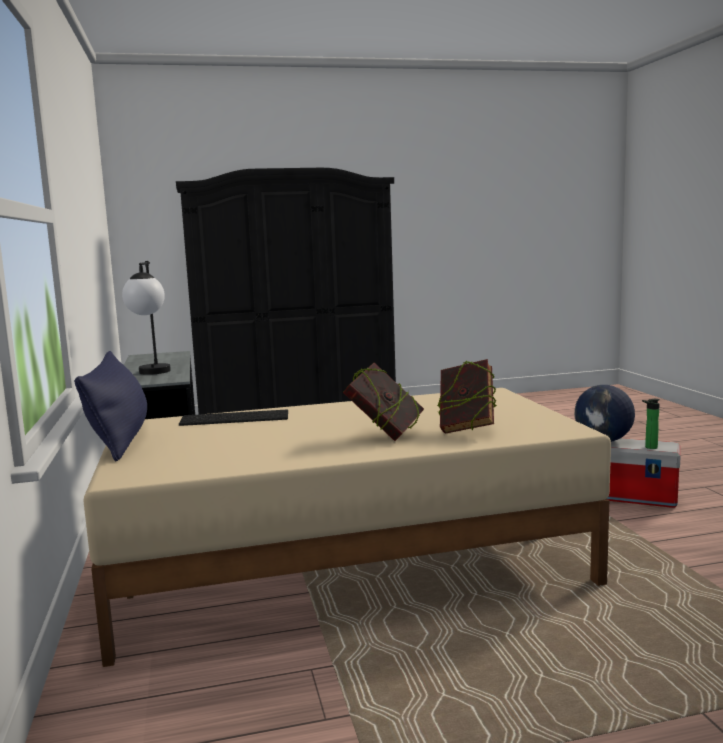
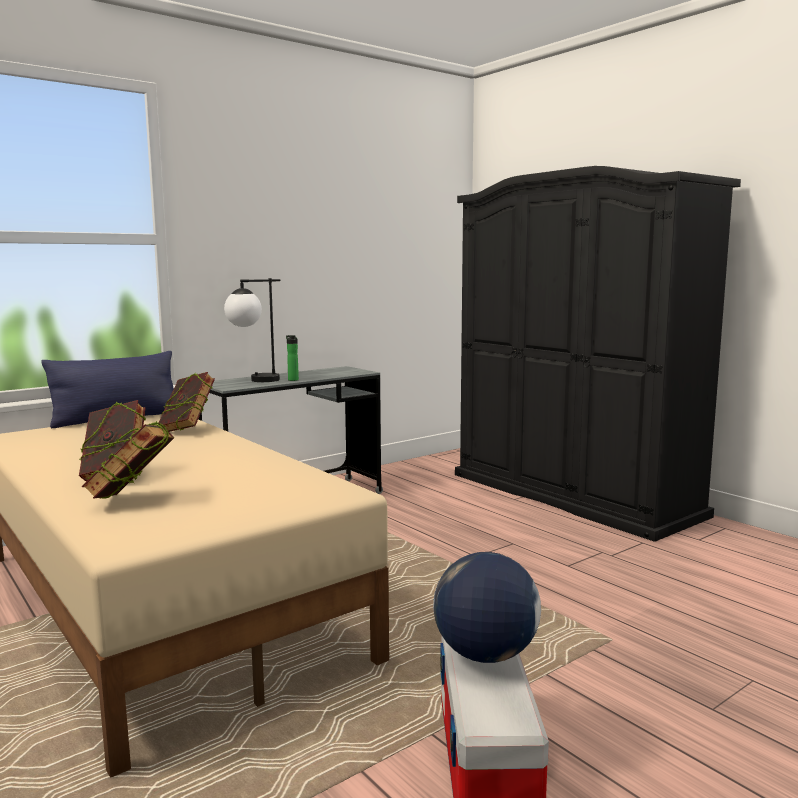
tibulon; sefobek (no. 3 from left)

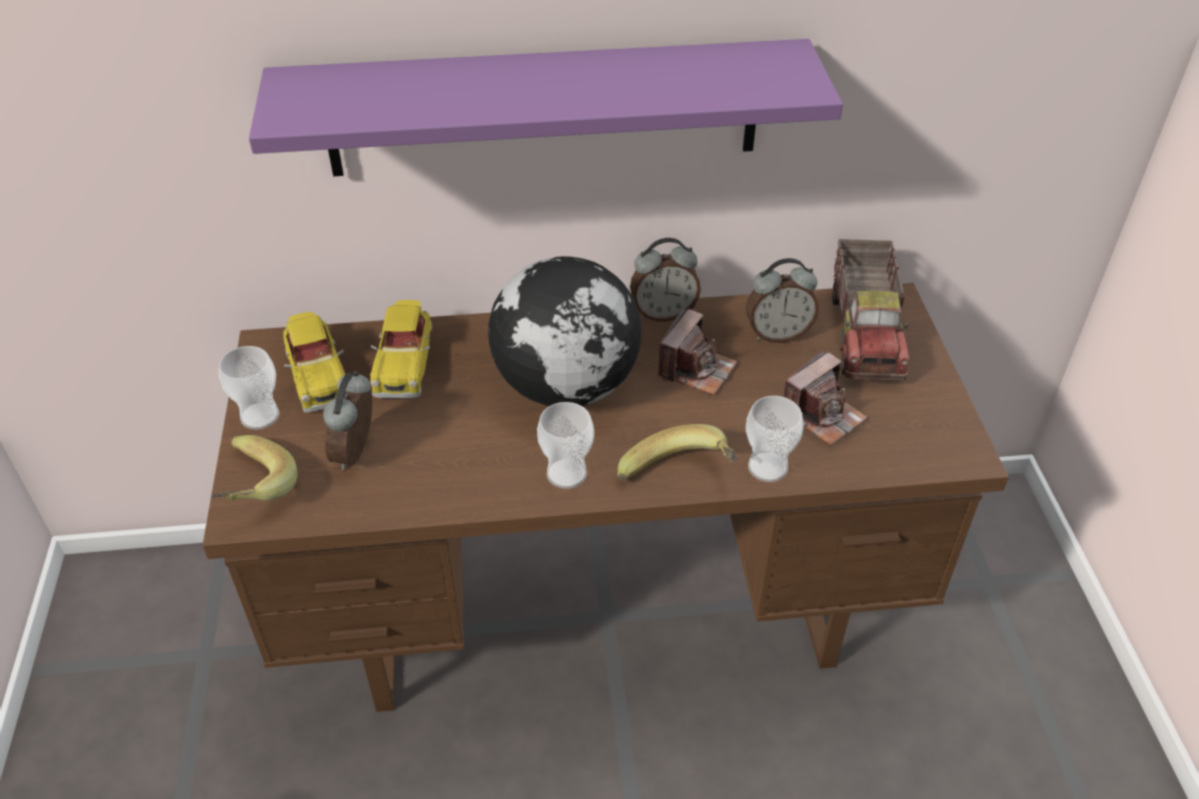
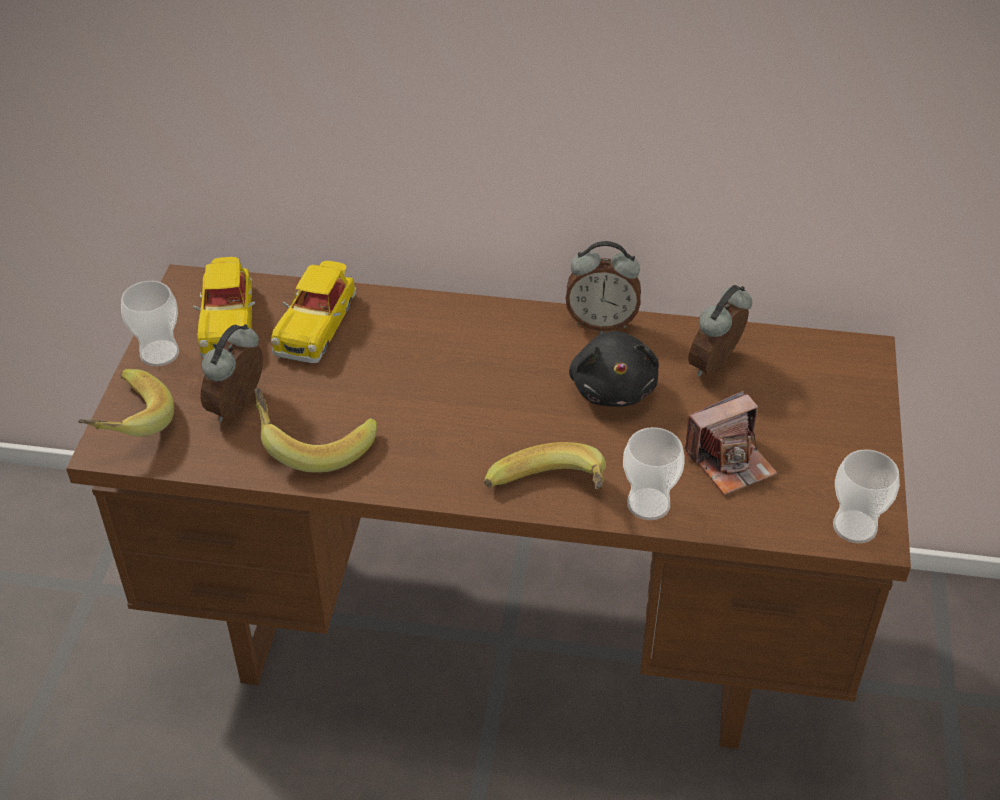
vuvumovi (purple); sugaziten; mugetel; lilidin (no. 3 from left); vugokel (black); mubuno (no. 3 from left); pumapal (no. 2 from left)

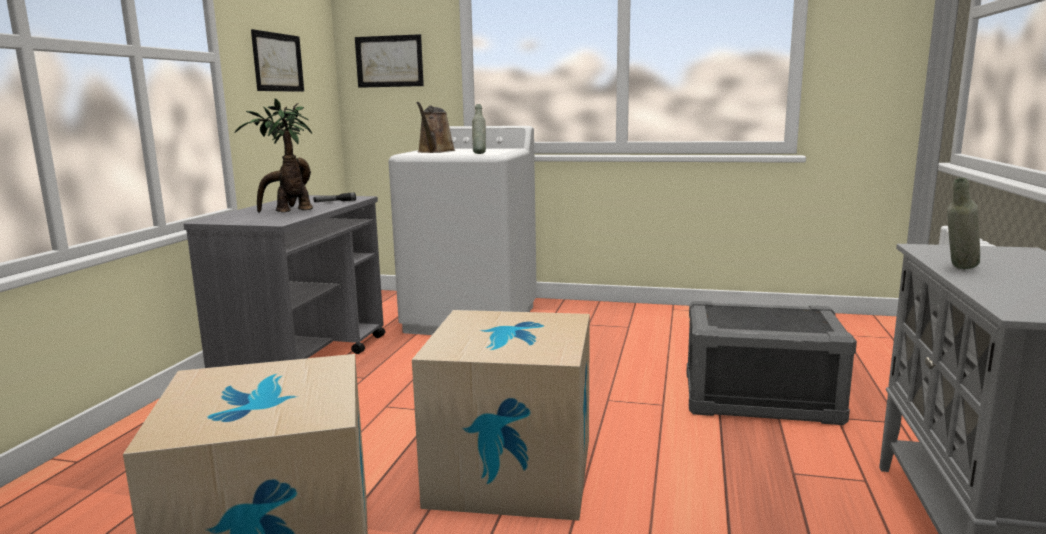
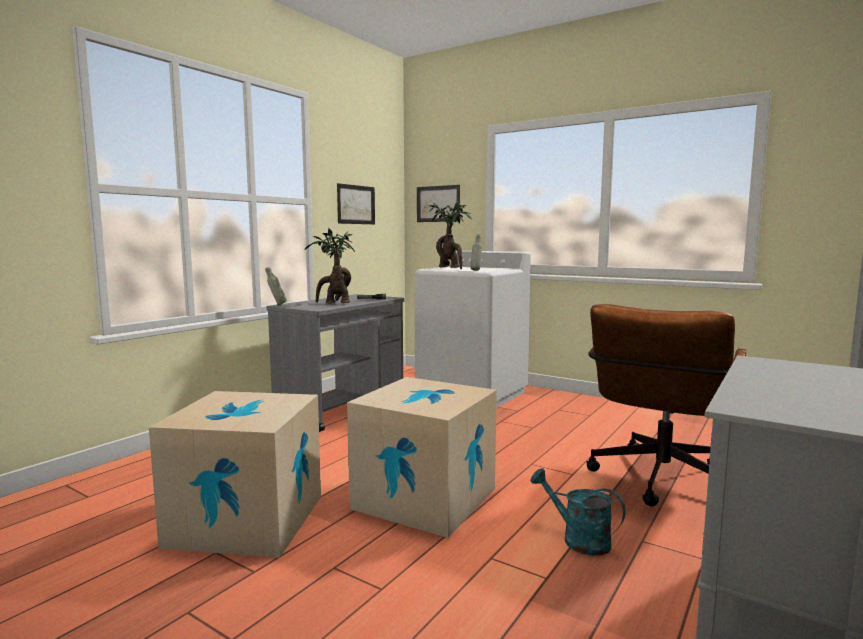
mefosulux (no. 2 from left); tibulon (grey) (no. 1 from left); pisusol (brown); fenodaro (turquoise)

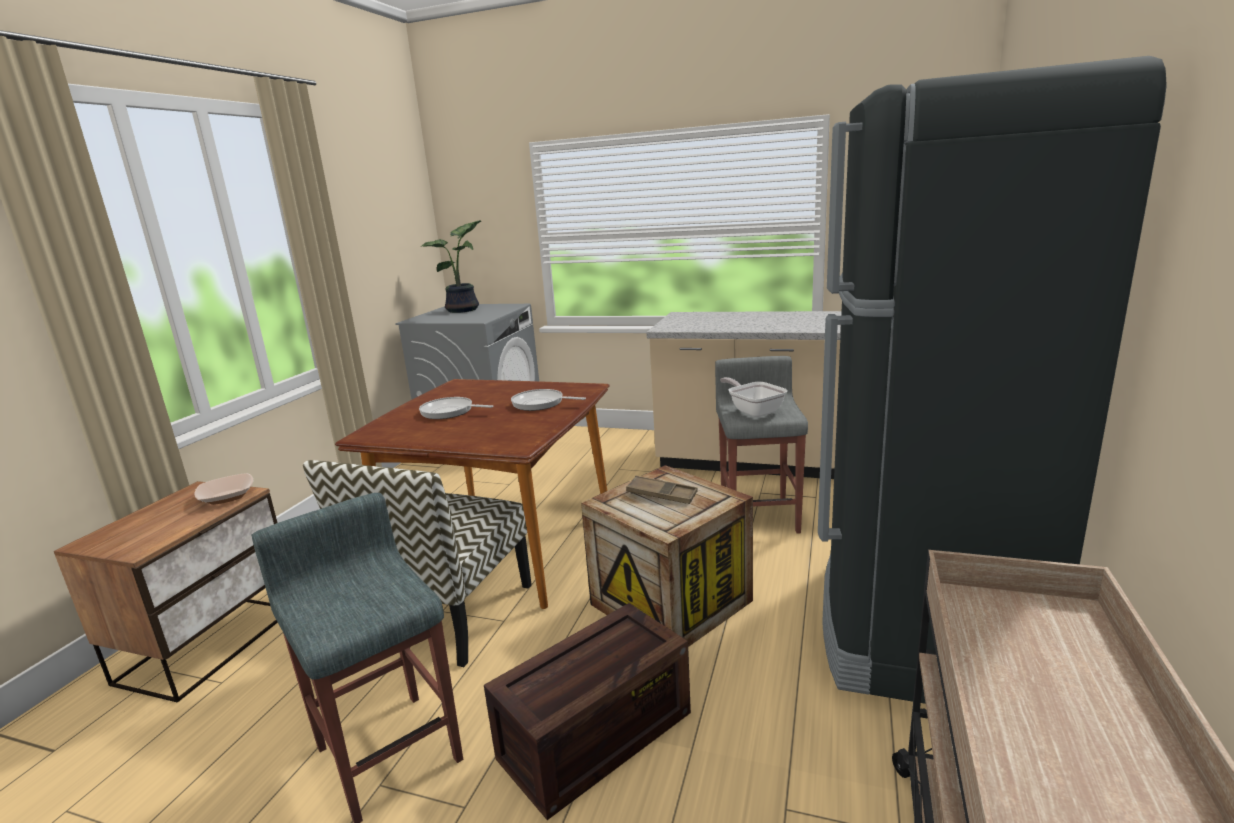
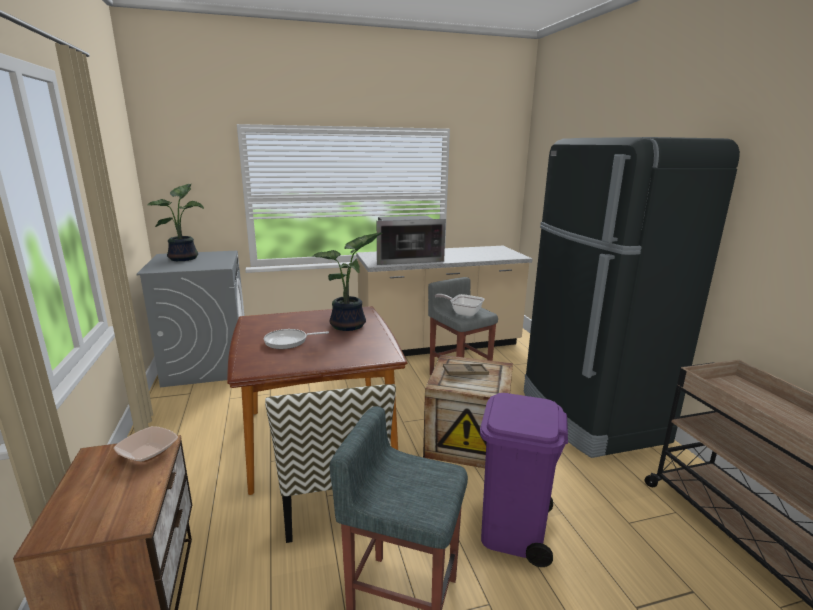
mefosulux (no. 2 from left); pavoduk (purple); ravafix

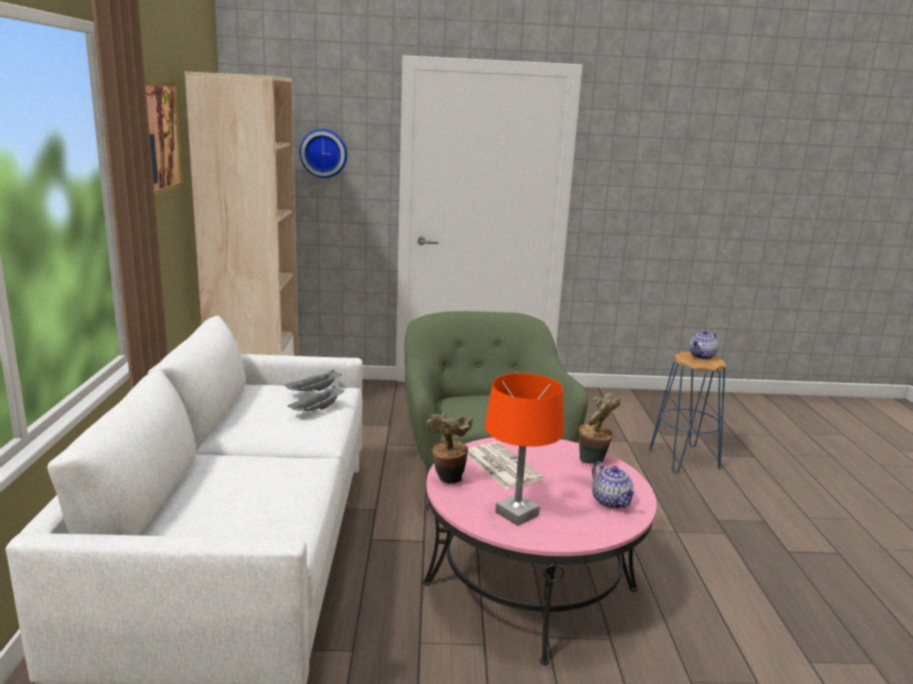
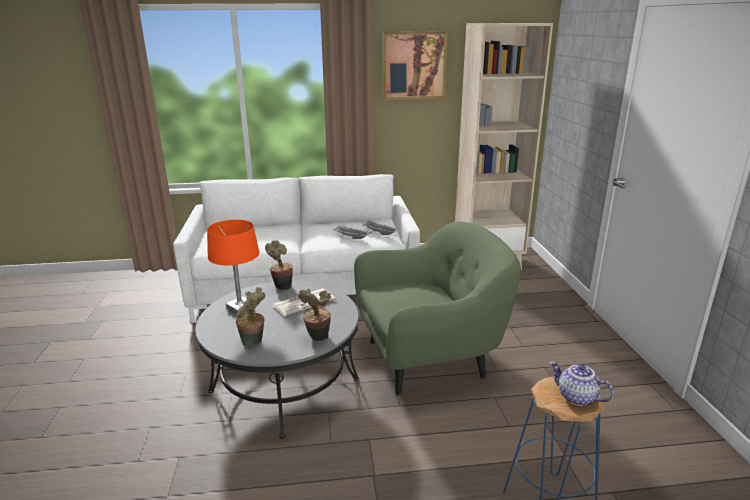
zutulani; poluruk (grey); mefosulux (no. 1 from left)

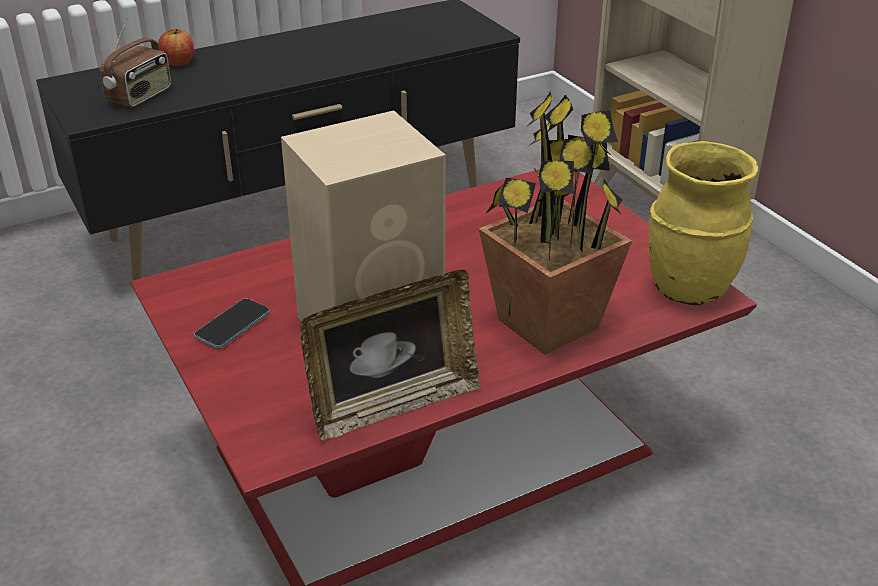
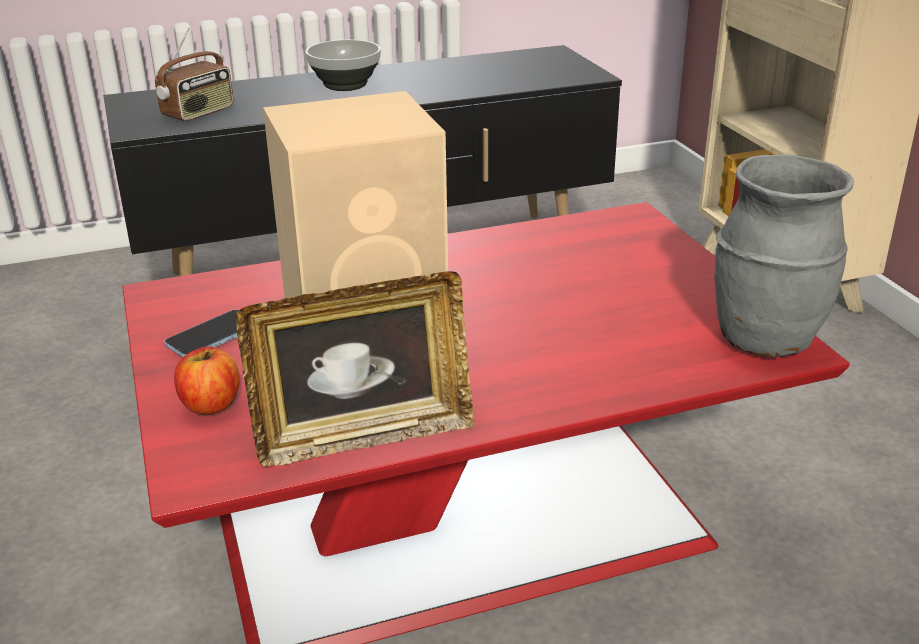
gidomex; mefosulux; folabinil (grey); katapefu

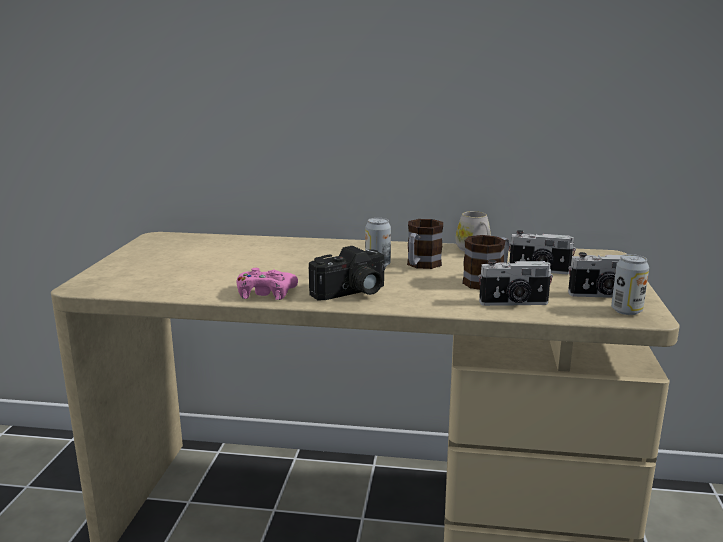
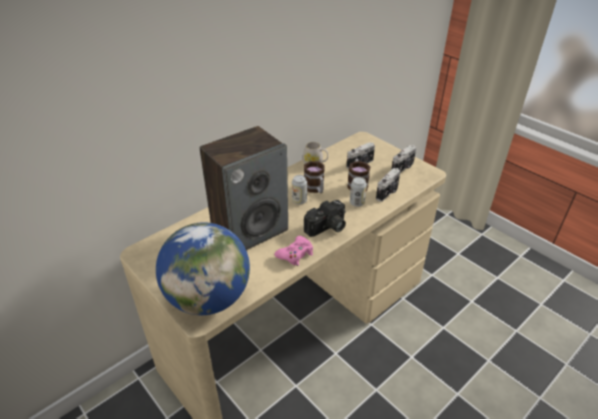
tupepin (no. 1 from left); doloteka (no. 2 from left); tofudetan; mugetel

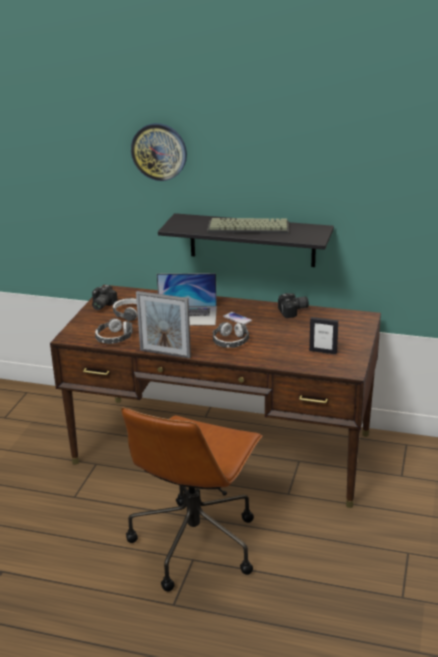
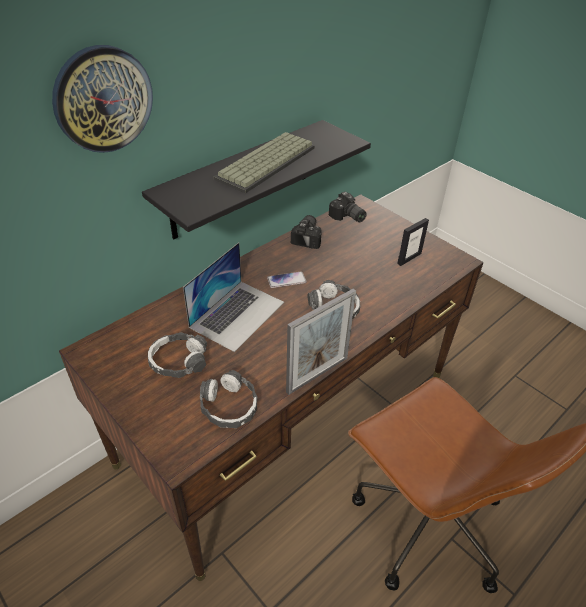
tupepin (no. 2 from left)

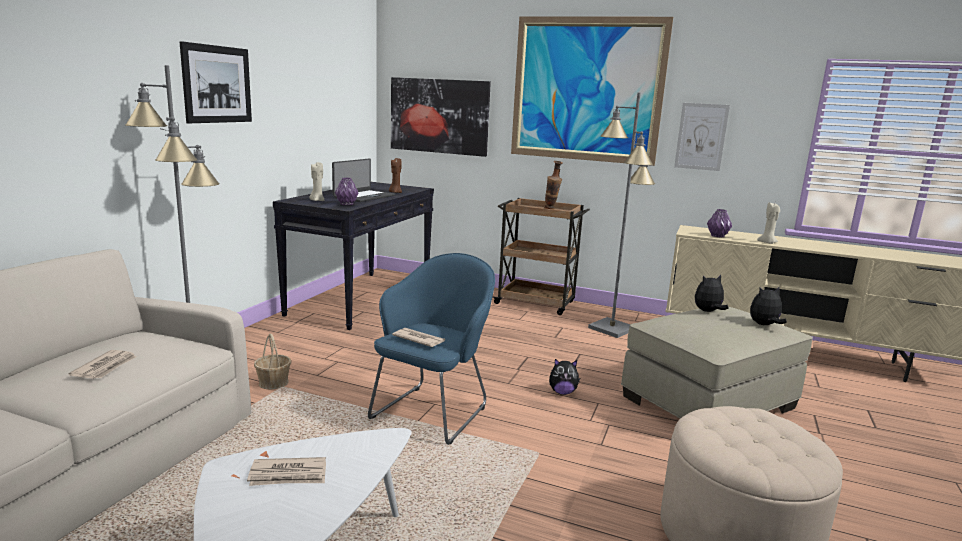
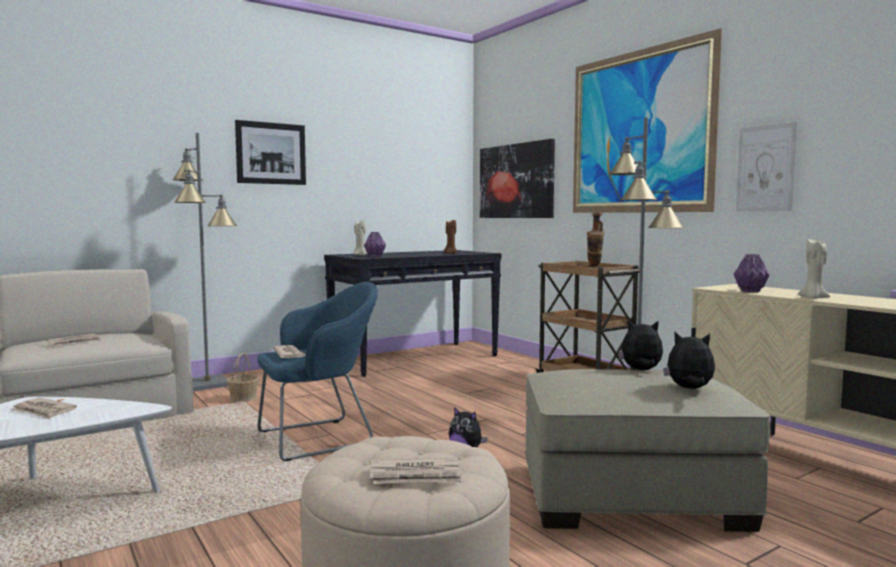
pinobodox; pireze (no. 4 from left)

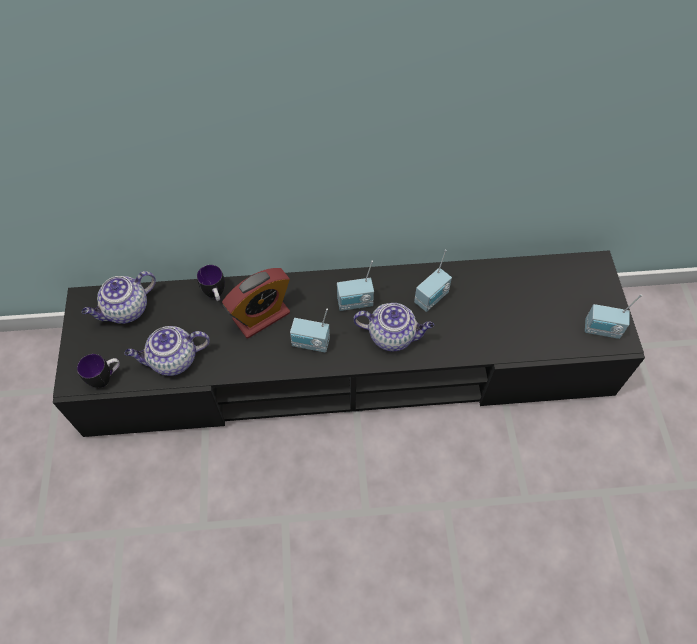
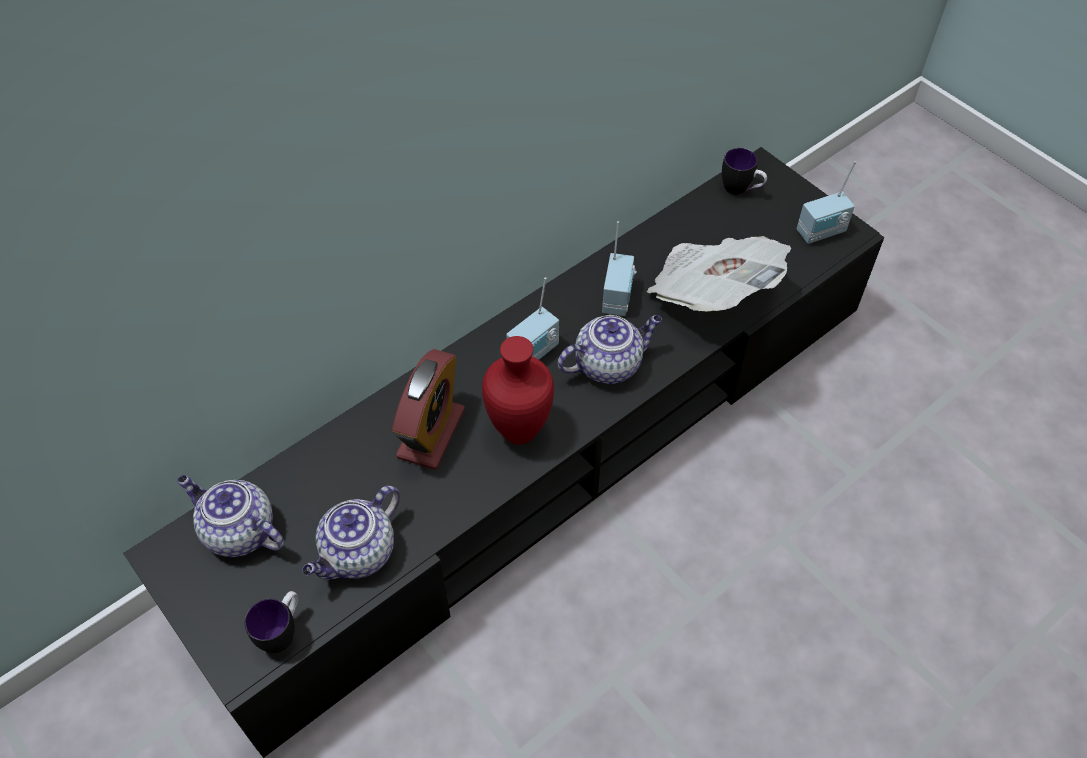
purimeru (no. 2 from left); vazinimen (no. 1 from left); folabinil (red); pireze

